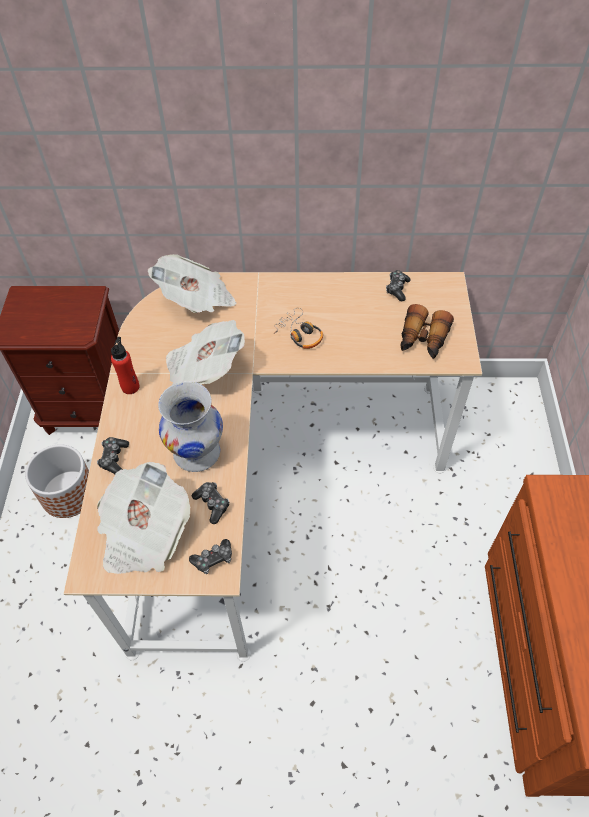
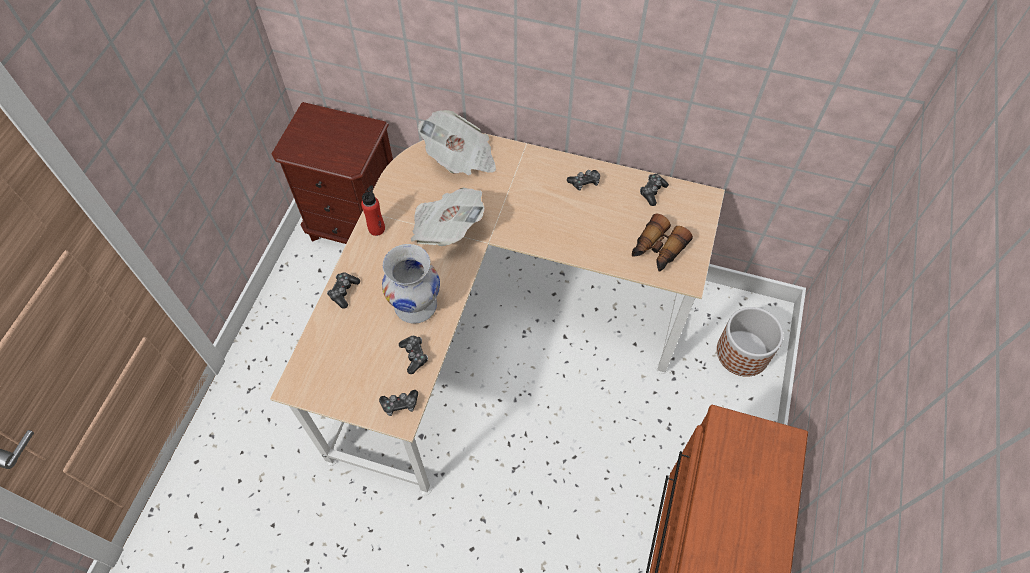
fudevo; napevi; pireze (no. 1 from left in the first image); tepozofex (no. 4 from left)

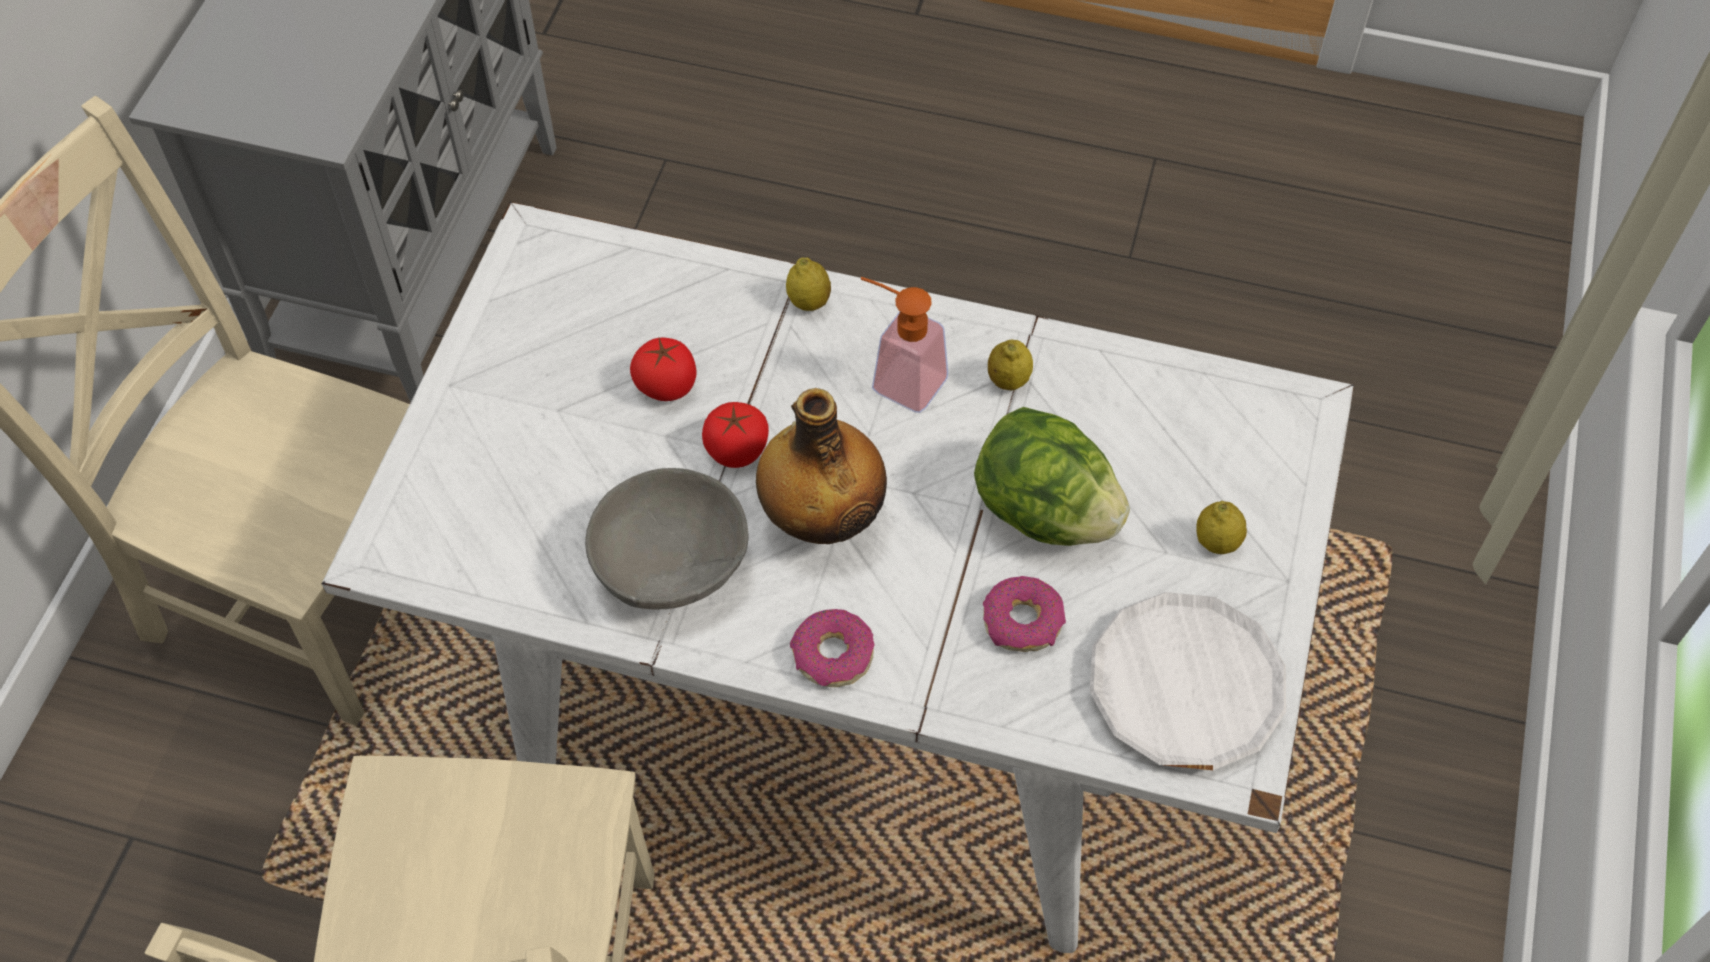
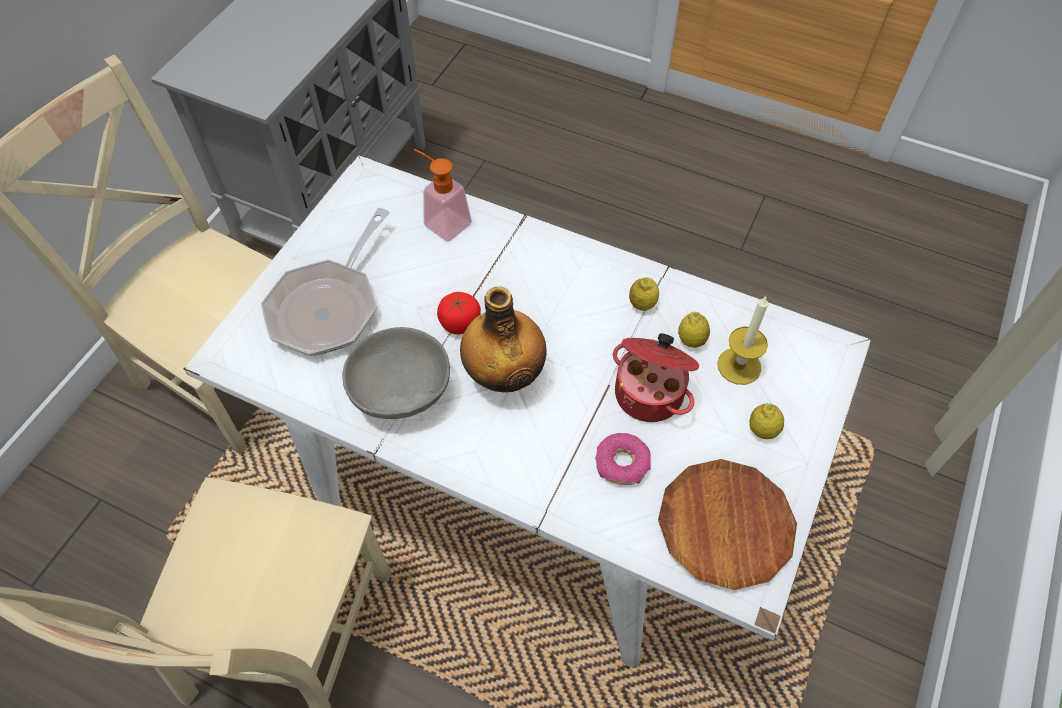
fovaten (no. 2 from left); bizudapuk; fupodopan (no. 1 from left in the first image); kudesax; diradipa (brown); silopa (no. 1 from left in the first image); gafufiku; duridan

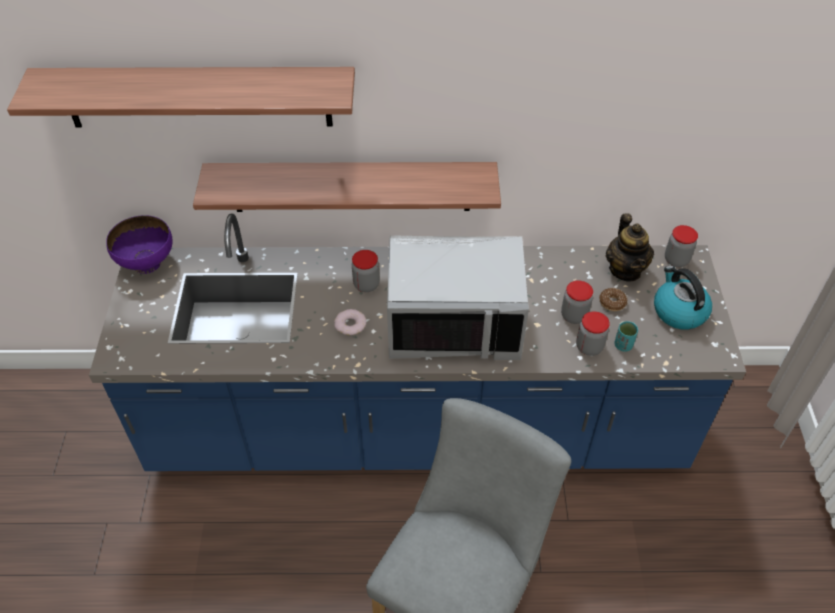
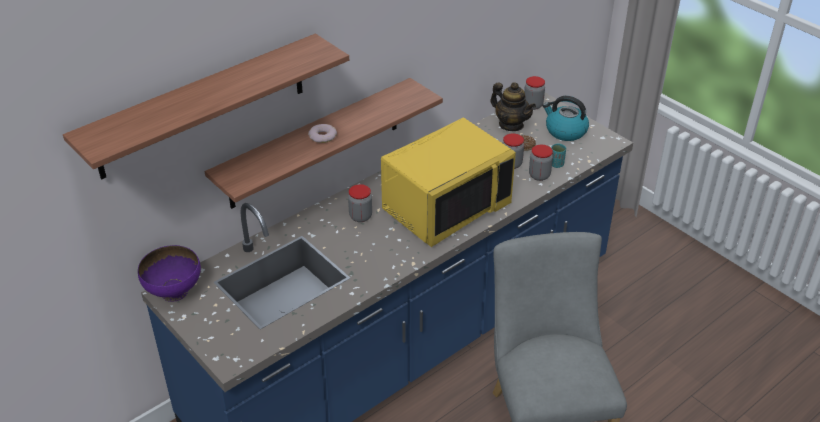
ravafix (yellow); silopa (no. 1 from left)

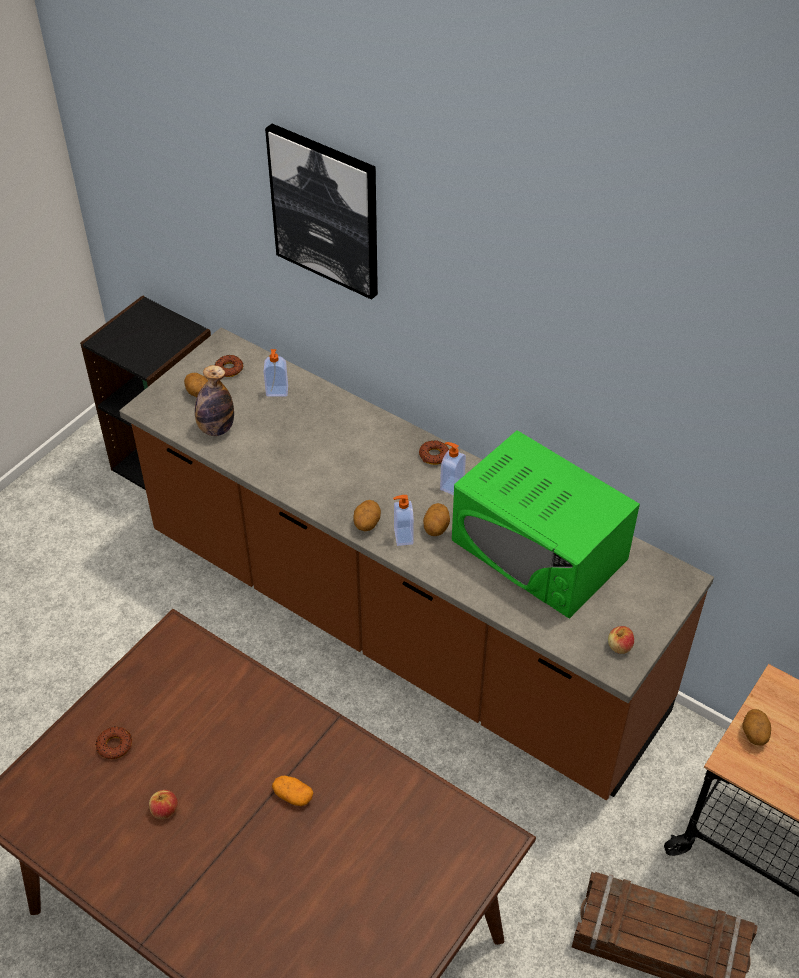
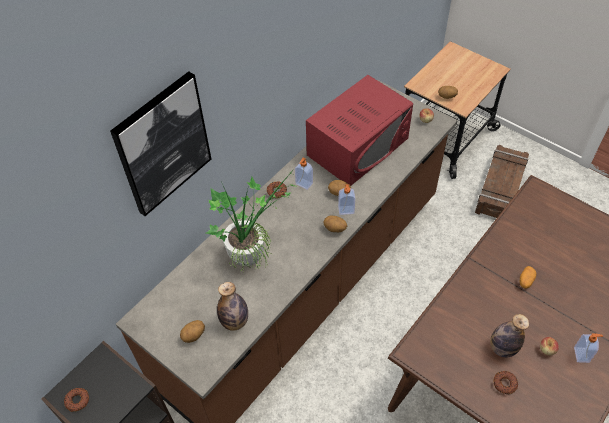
bizudapuk (no. 3 from left); silopa (no. 1 from left); ravafix (red); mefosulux; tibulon (no. 2 from left)

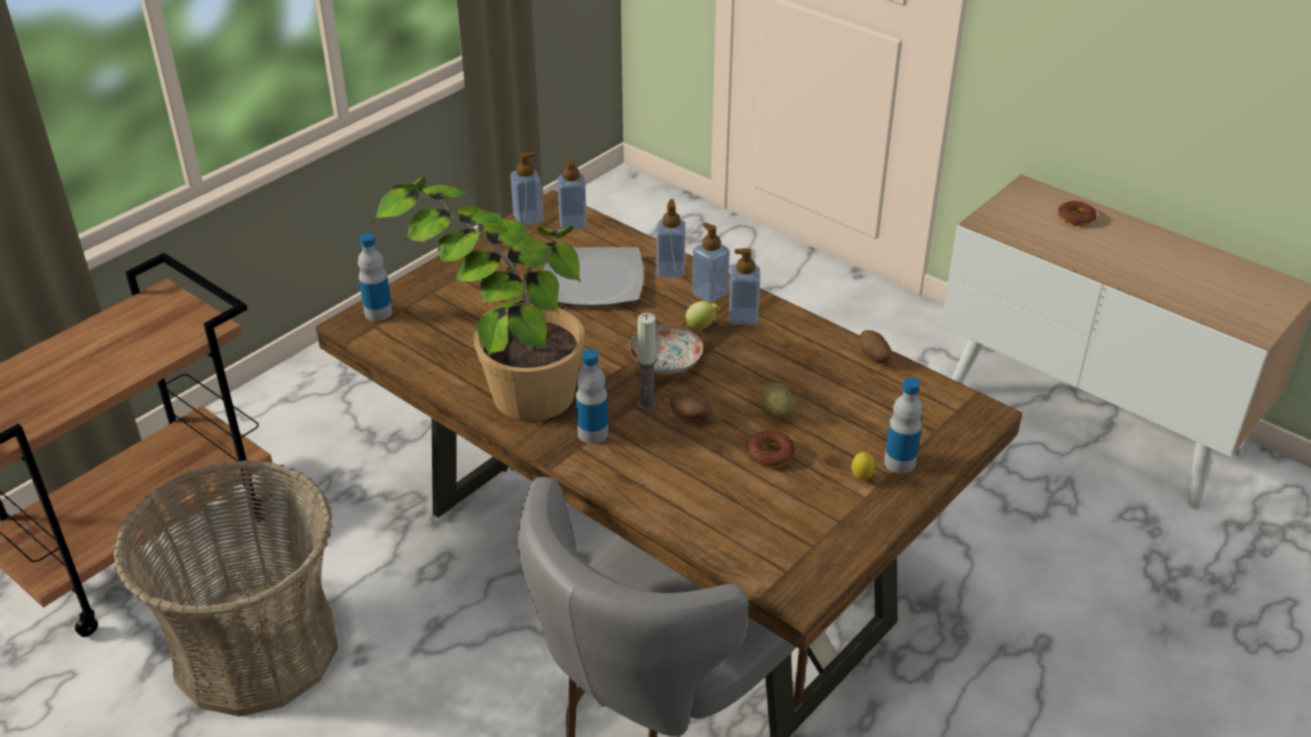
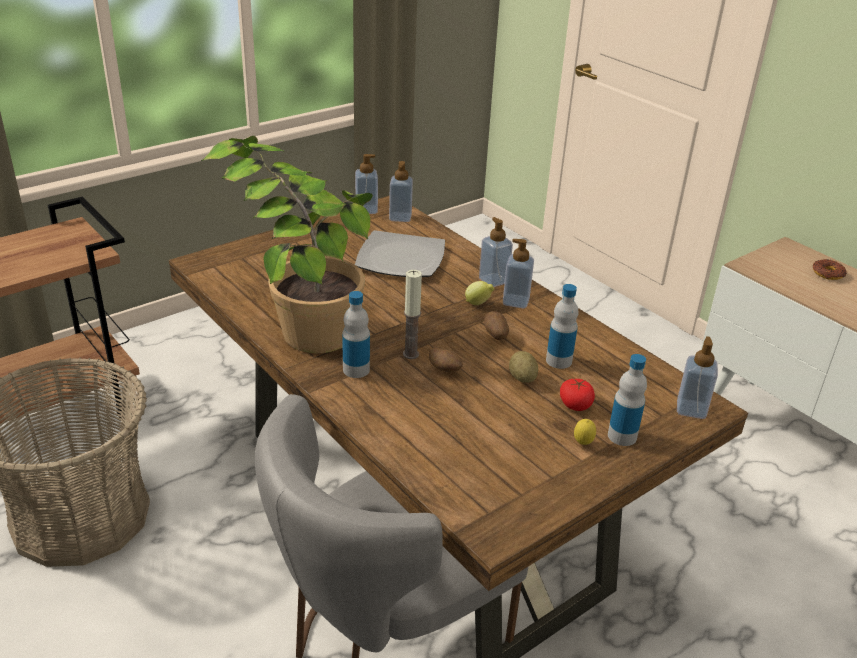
bizudapuk (no. 5 from left); tibulon (no. 2 from left); diradipa (no. 2 from left in the first image); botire (no. 2 from left); silopa (no. 1 from left in the first image); fupodopan

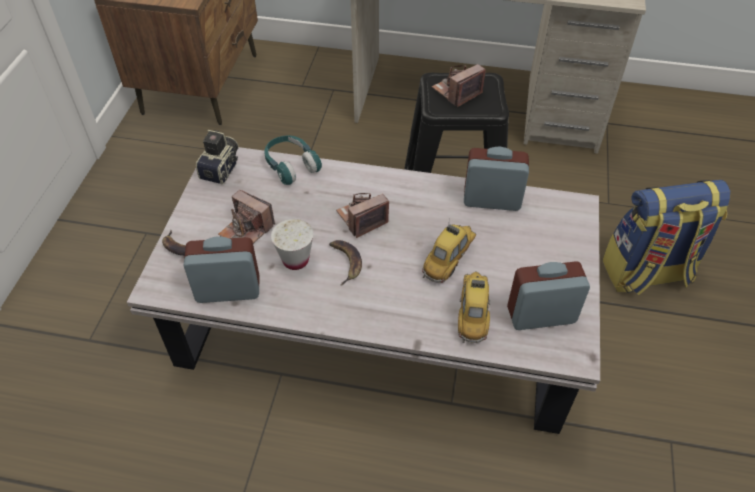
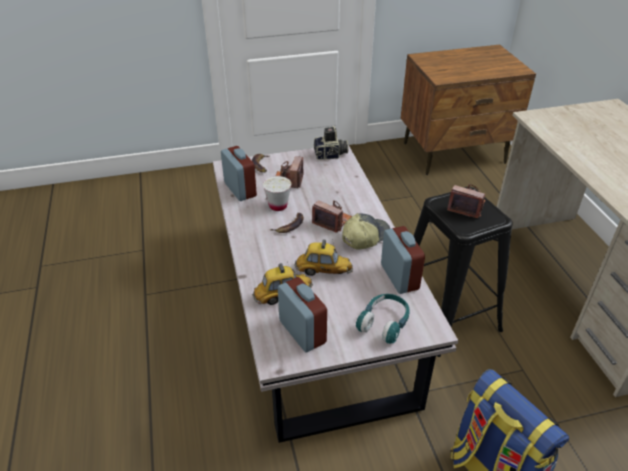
fudevo (turquoise); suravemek

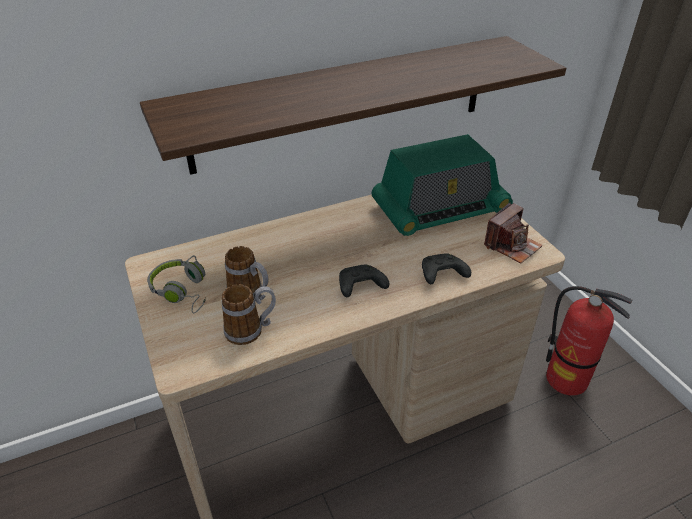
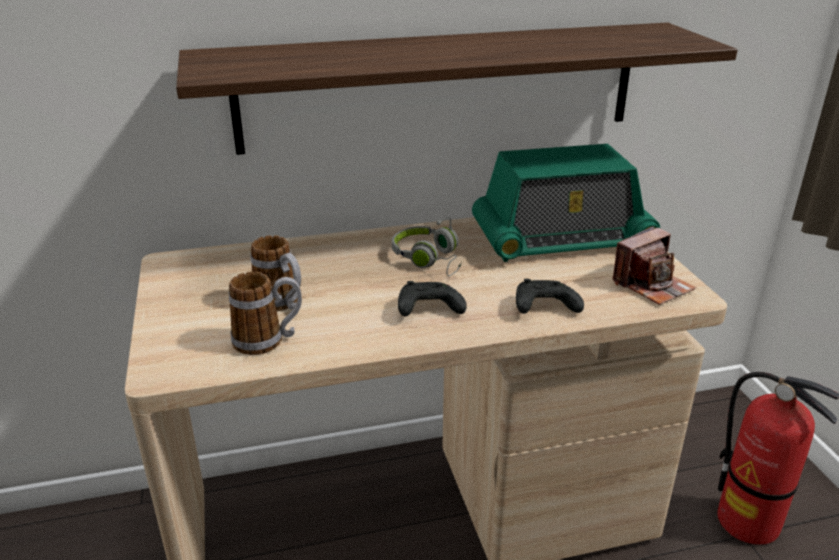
fudevo (grey)

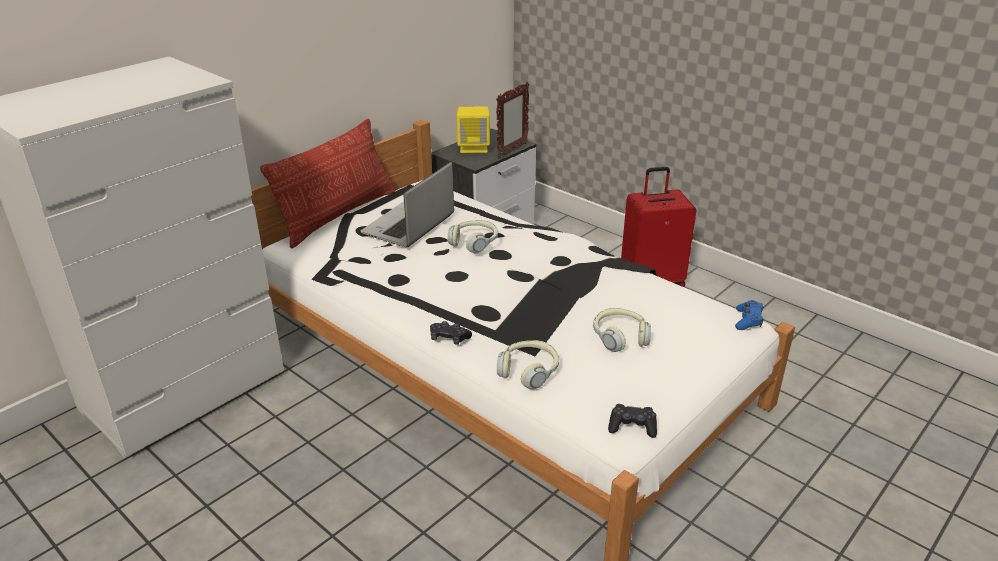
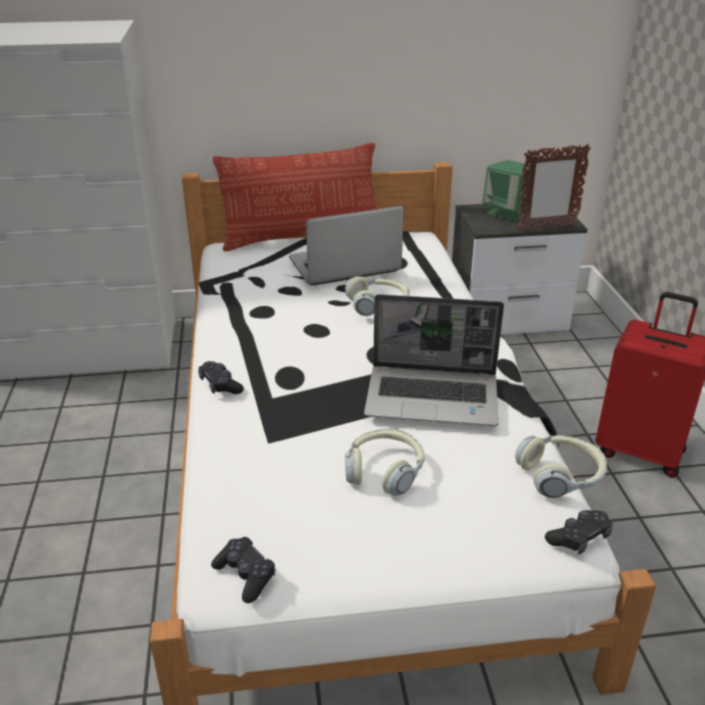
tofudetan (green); tepozofex (black) (no. 3 from left); fudevo (no. 3 from left); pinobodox (no. 2 from left)

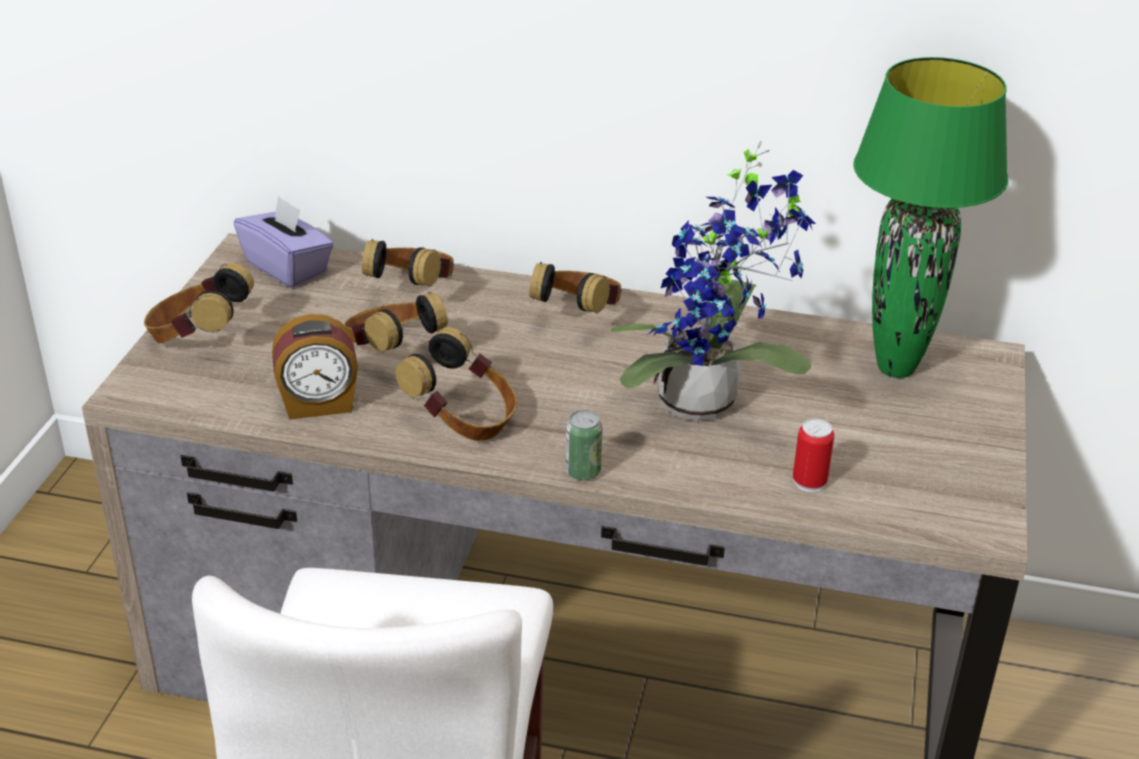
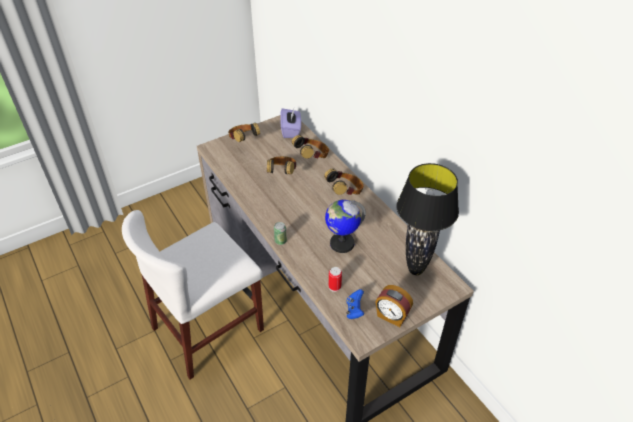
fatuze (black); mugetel; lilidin; fudevo (no. 4 from left in the first image); tepozofex (blue)

